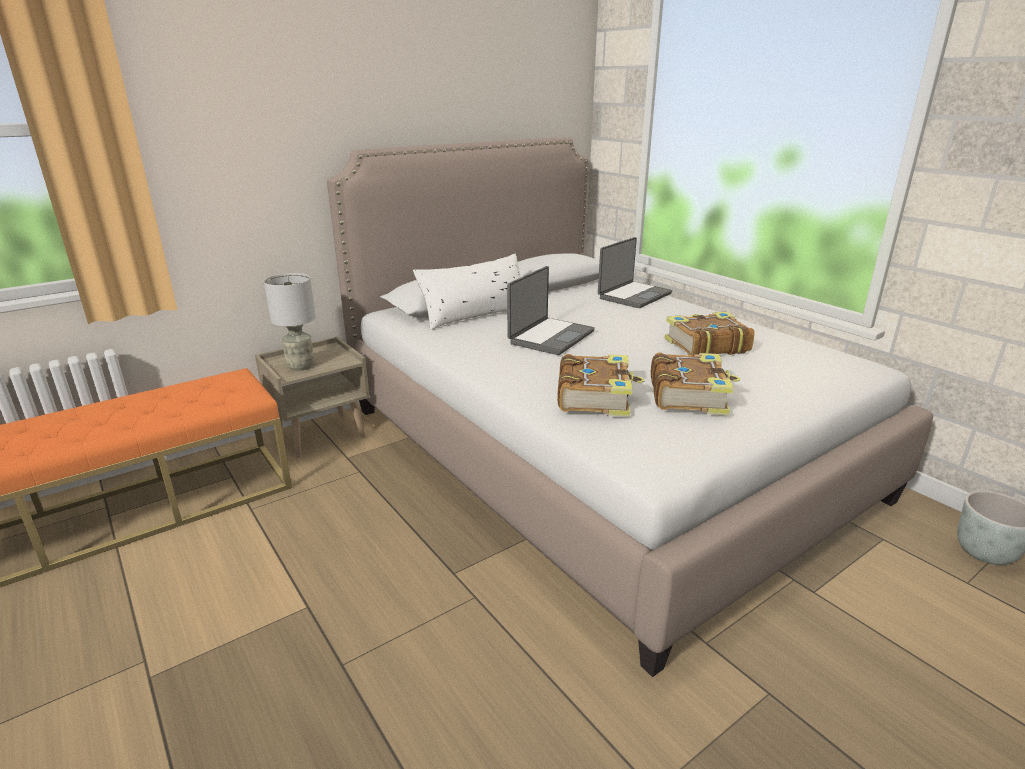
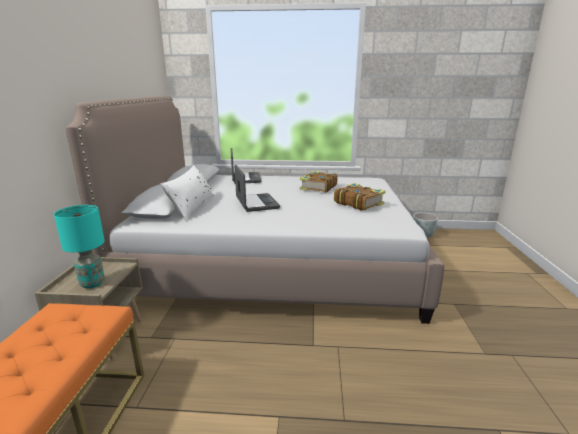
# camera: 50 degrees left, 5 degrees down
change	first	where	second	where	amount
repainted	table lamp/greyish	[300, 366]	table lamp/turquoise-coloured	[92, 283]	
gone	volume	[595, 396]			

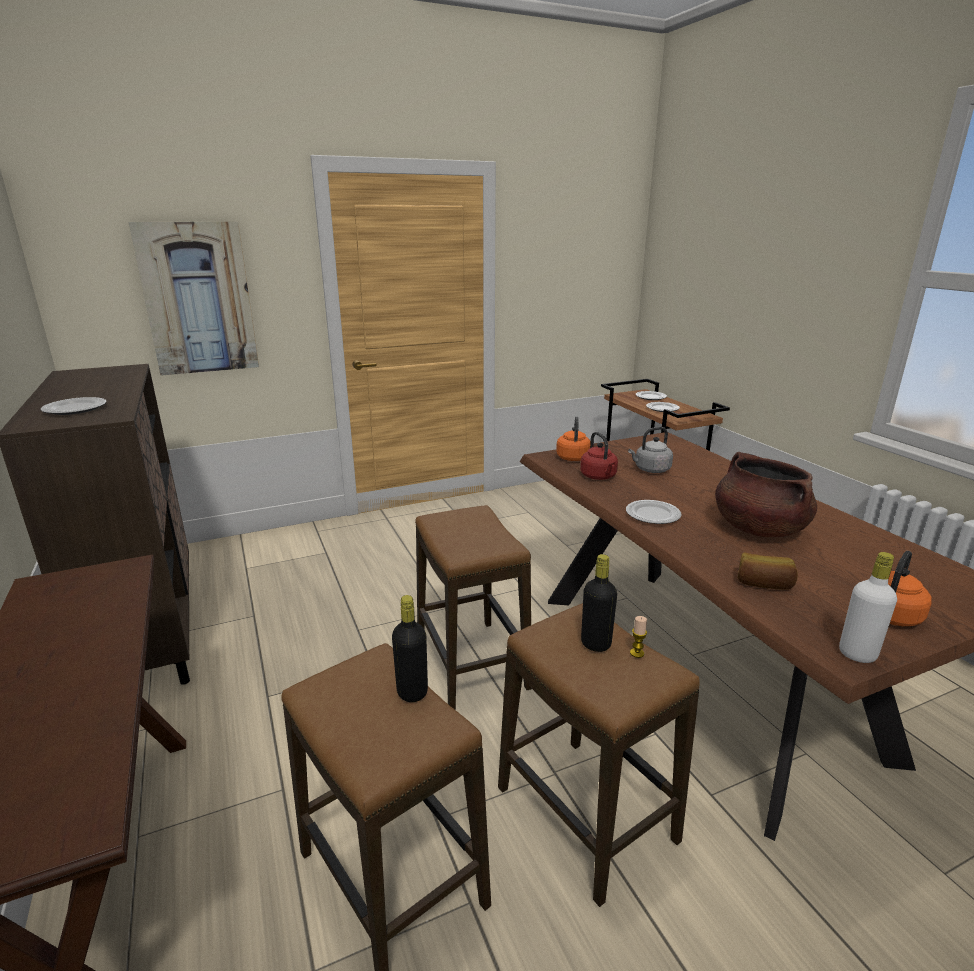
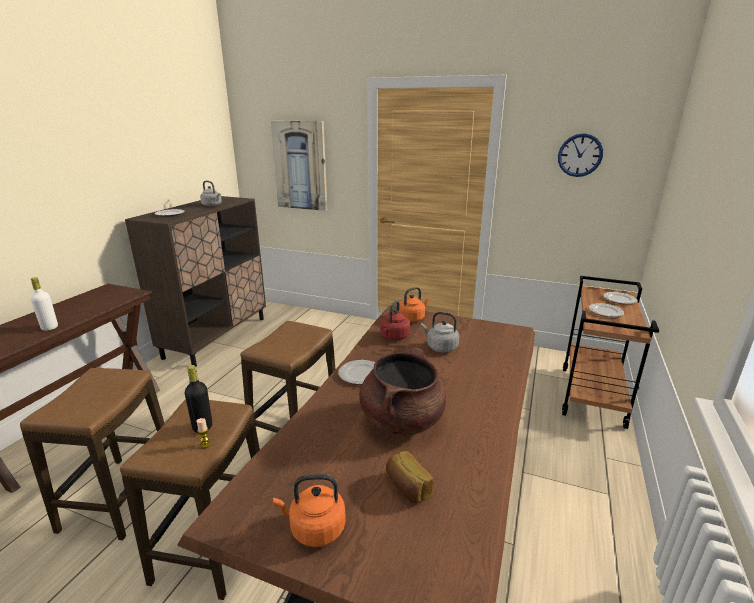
# camera: 45 degrees right, 0 degrees up
change	first	where	second	where	amount
gone	beverage bottle/black-coloured	[412, 692]			
shifted	bakery bread	[764, 584]		[407, 487]	
shifted	beverage bottle/whitish	[857, 654]		[49, 327]	
new			water kettle/greyish	[212, 205]	
new			clock on the wall	[580, 155]	

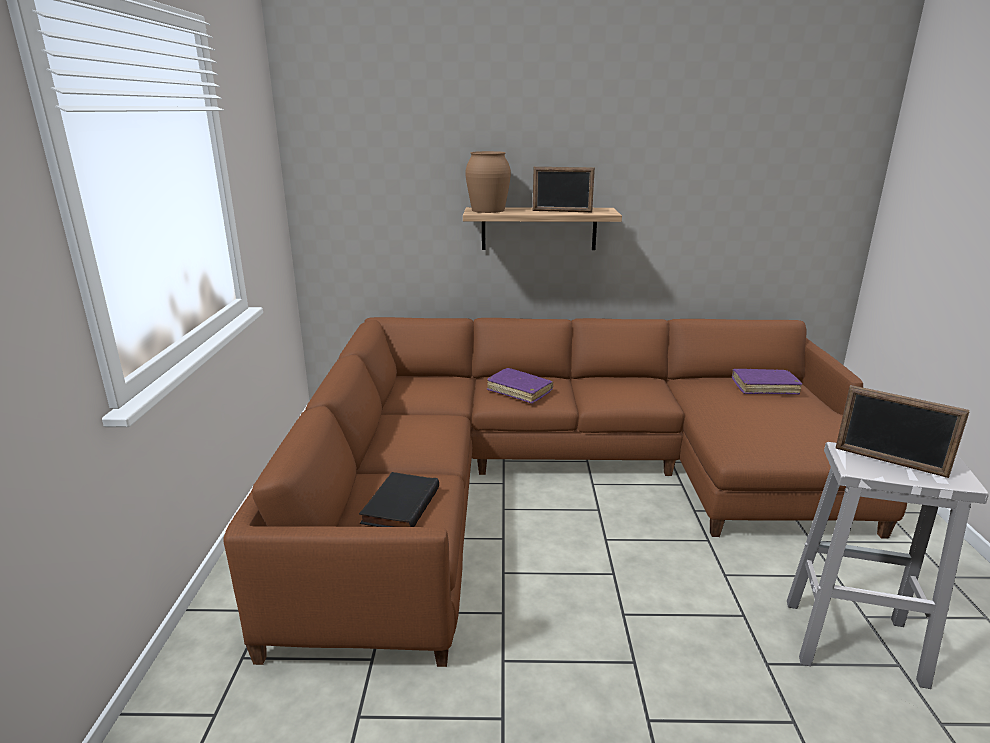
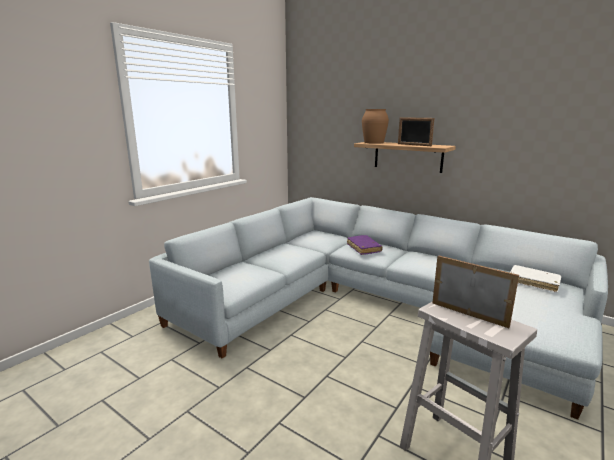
# camera: 35 degrees right, 5 degrees down
change	first	where	second	where	amount
repainted	sofa/brownish	[559, 478]	sofa/greyish	[373, 306]	
gone	volume/black-coloured	[399, 505]			
repainted	volume/purplish	[764, 387]	volume/whitish	[533, 283]	
rotated	standing frame	[889, 462]		[469, 314]	150 degrees clockwise

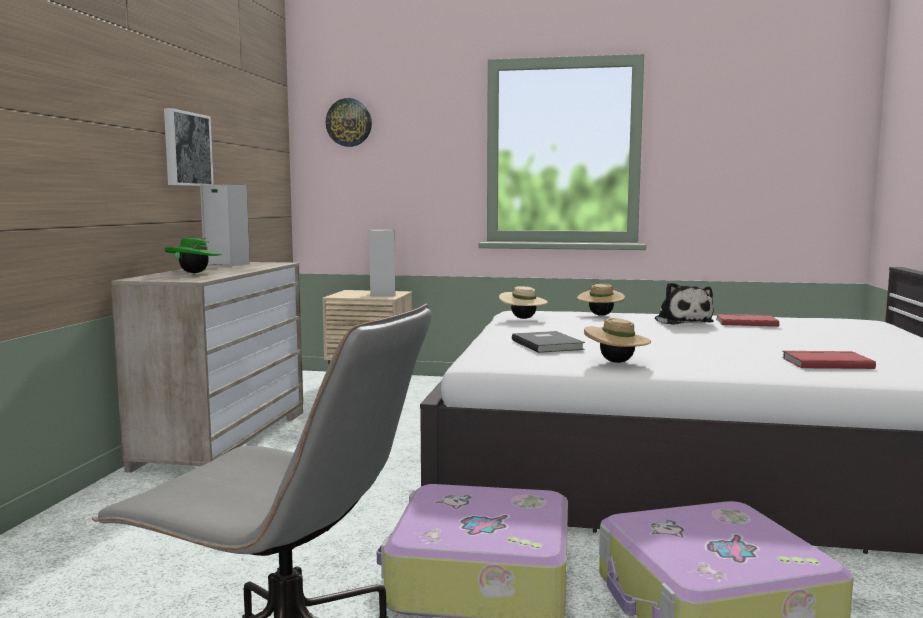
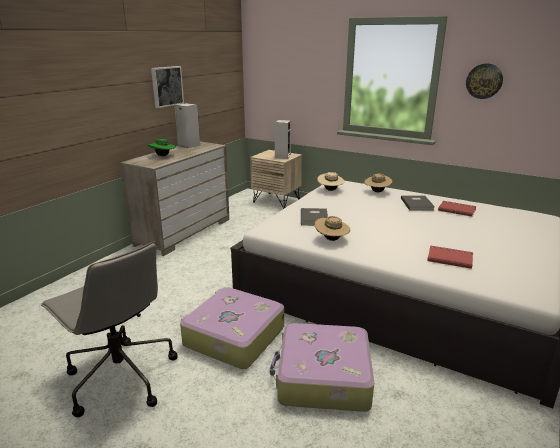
# camera: 20 degrees right, 15 degrees up
change	first	where	second	where	amount
shifted	clock on the wall	[349, 122]		[484, 81]	
swapped	plush toy	[682, 321]	volume/greyish	[417, 204]	

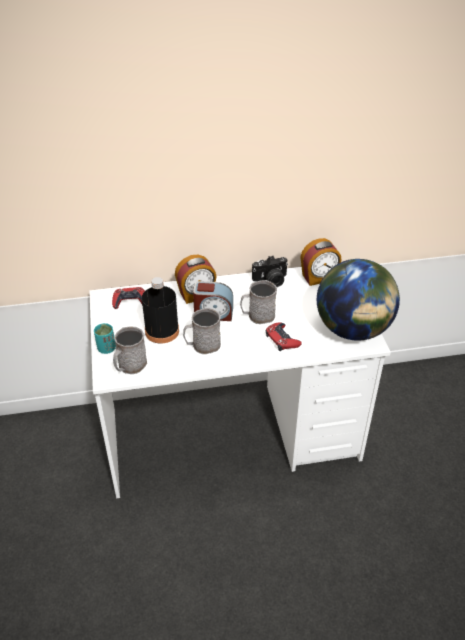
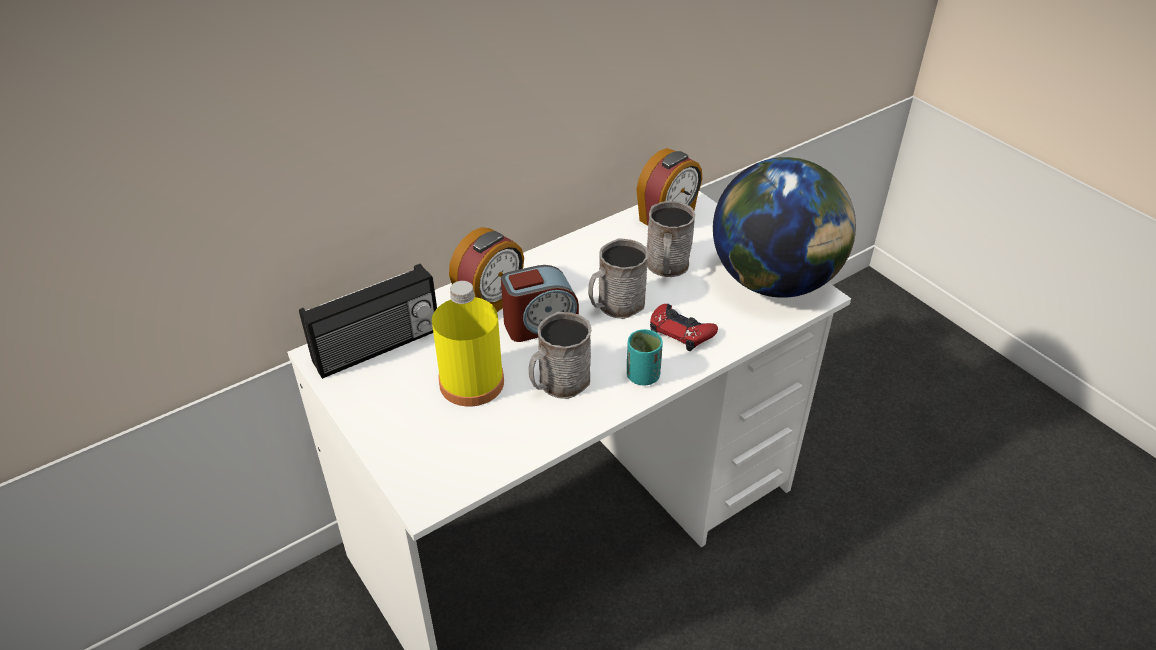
# camera: 25 degrees left, 0 degrees up
change	first	where	second	where	amount
shifted	drinking cup/turquoise-coloured	[106, 348]		[642, 376]	
swapped	game controller/red-coloured	[130, 301]	radio receiver	[378, 348]	
shifted	coffee mug/greyish	[129, 366]		[667, 267]	
repainted	beverage bottle/black-coloured	[162, 331]	beverage bottle/yellowish	[471, 382]	
gone	still camera	[271, 280]			

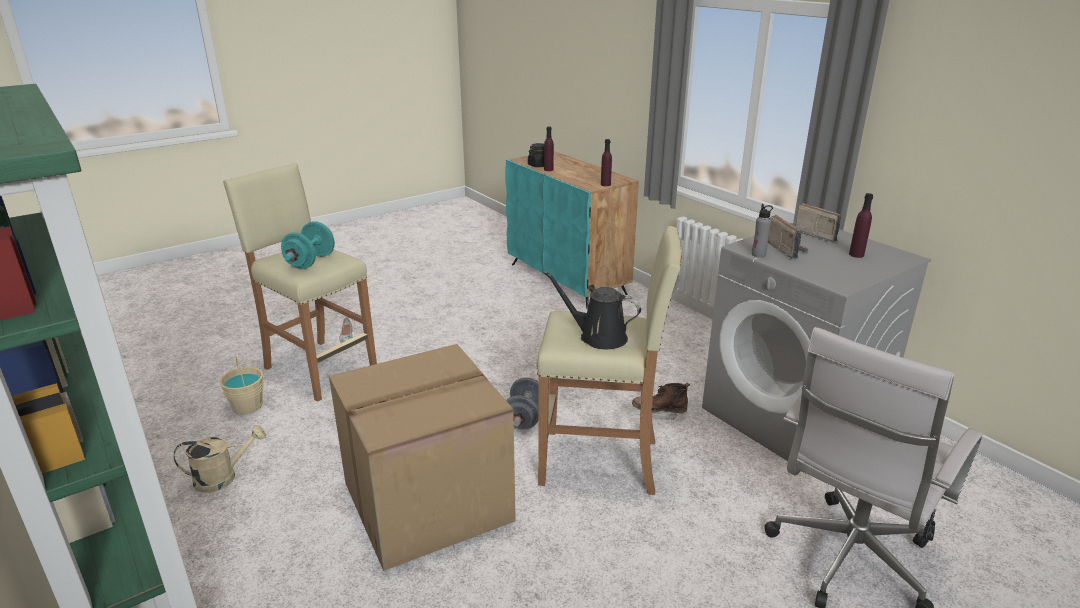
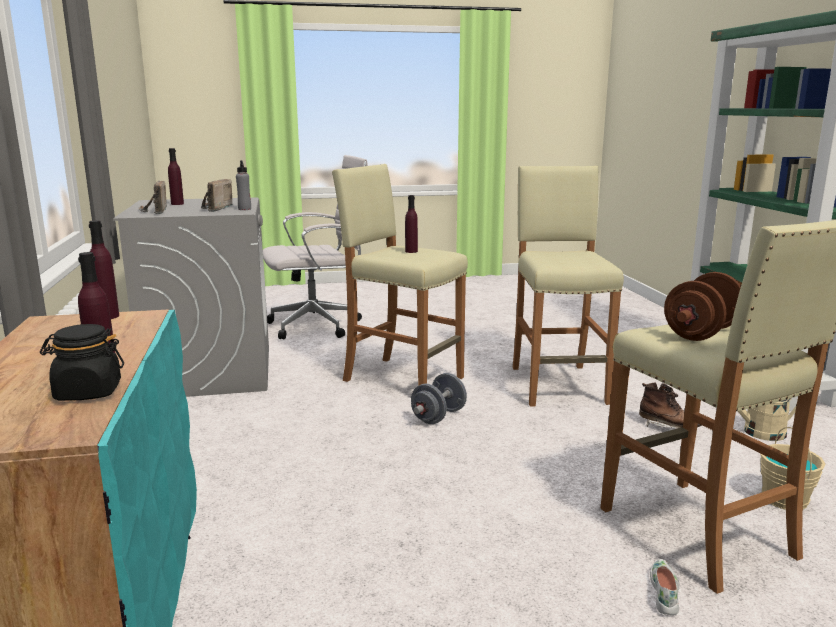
# camera: 155 degrees left, 10 degrees down
change	first	where	second	where	amount
repainted	hand weight/turquoise-coloured	[310, 262]	hand weight/brownish	[701, 333]	
swapped	packing box	[426, 503]	sitting stool/beige-coloured	[558, 384]	
swapped	watering can/black-coloured	[598, 337]	beverage bottle/purplish	[411, 251]	
shifted	boot/brownish	[659, 413]		[669, 426]	

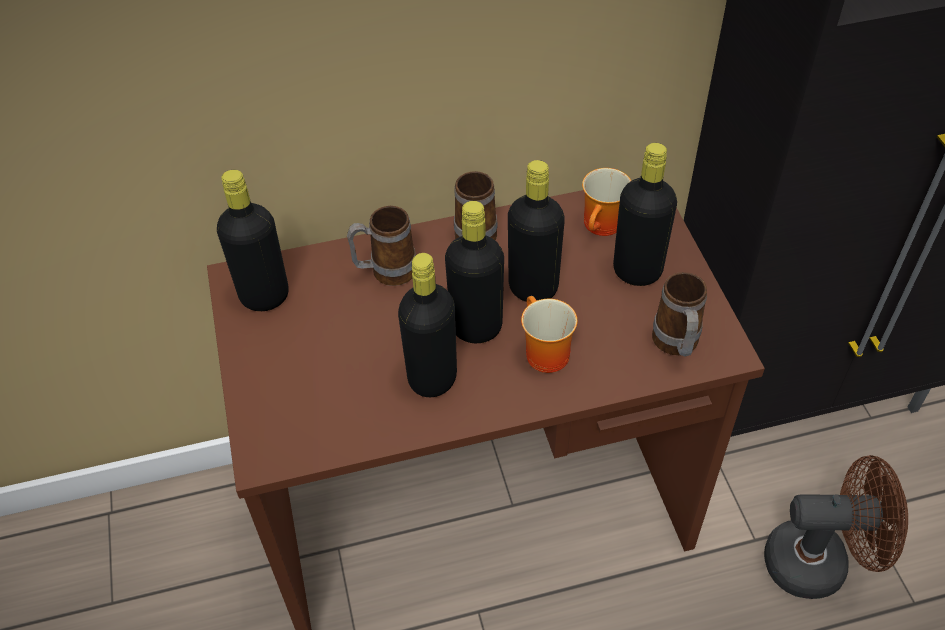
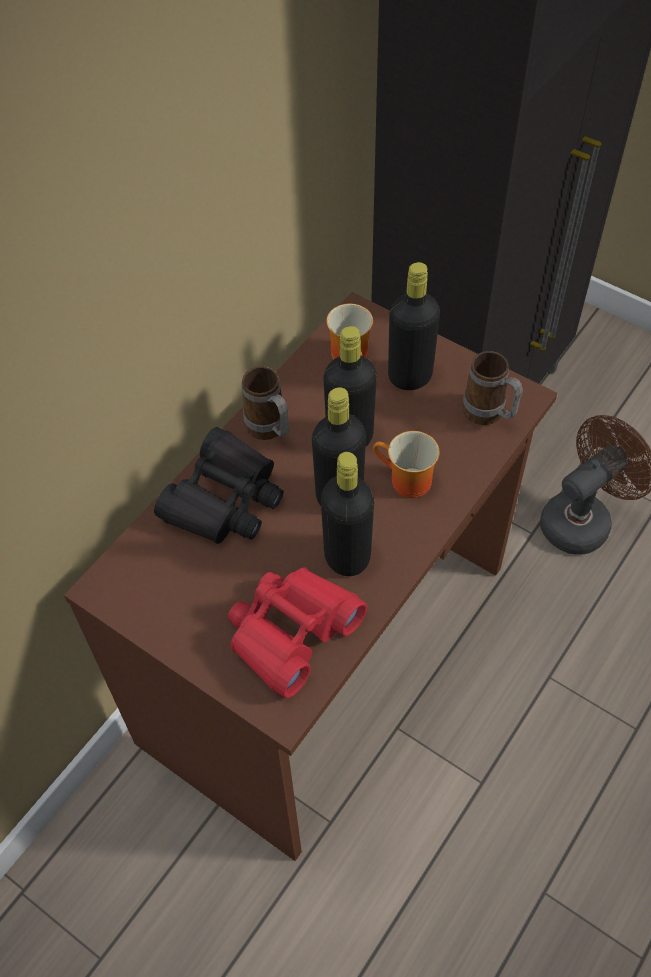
# camera: 40 degrees left, 5 degrees up
change	first	where	second	where	amount
gone	beverage bottle/black-coloured	[264, 296]			
swapped	coffee mug	[385, 272]	field glasses/black-coloured	[225, 500]	
new			field glasses/red-coloured	[292, 632]	

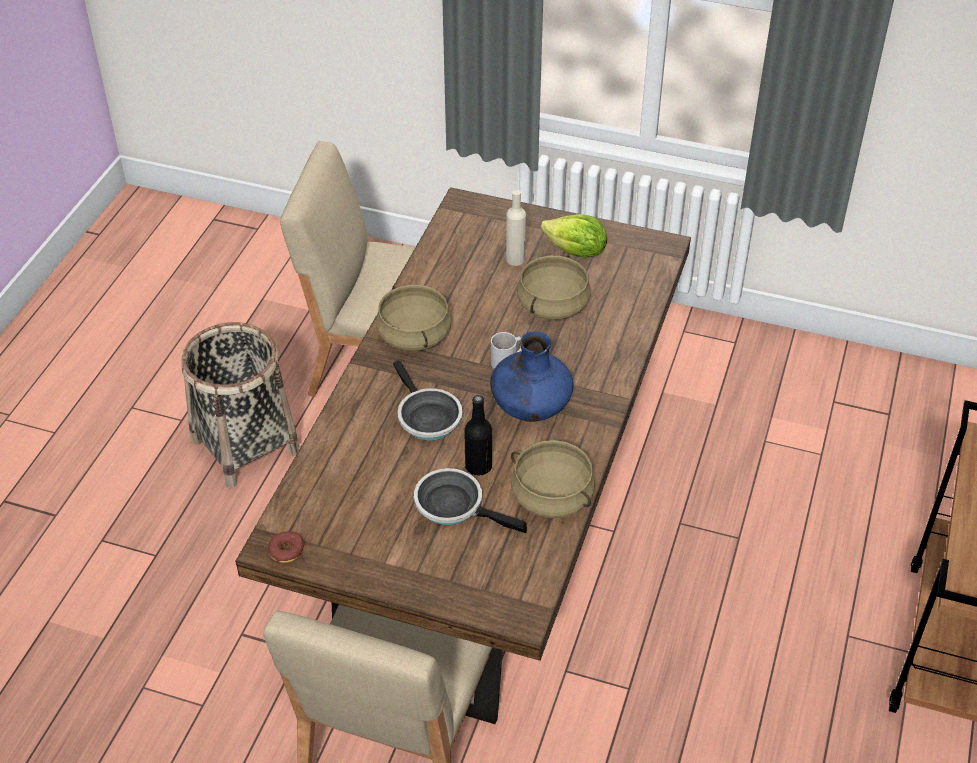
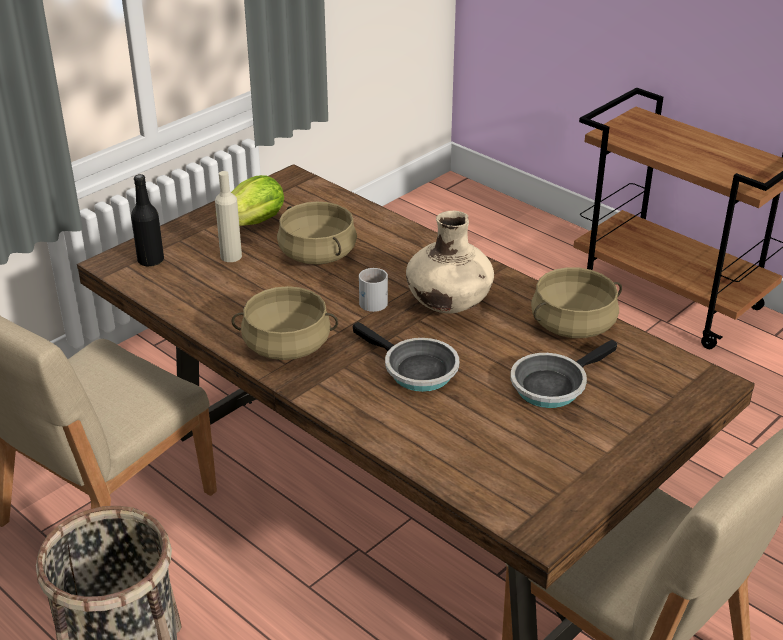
# camera: 65 degrees left, 10 degrees down
change	first	where	second	where	amount
gone	doughnut	[286, 551]			
rotated	frying pan	[426, 417]		[415, 370]	45 degrees clockwise
shifted	beverage bottle/black-coloured	[478, 466]		[151, 260]	
repainted	decorative vase/blue-coloured	[530, 408]	decorative vase/beige-coloured	[448, 305]	

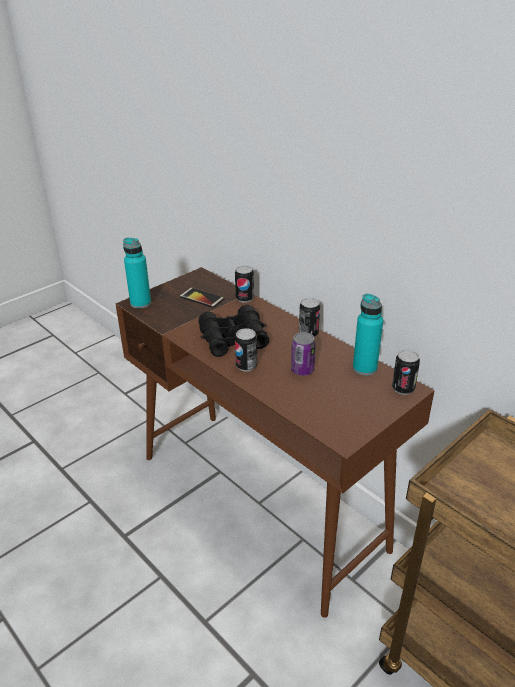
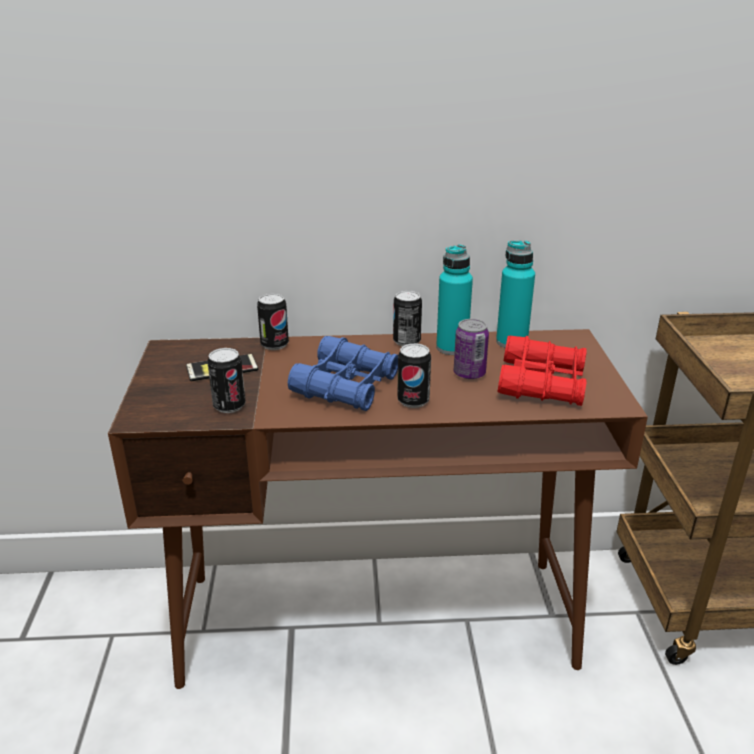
# camera: 50 degrees left, 5 degrees down
change	first	where	second	where	amount
shifted	beverage bottle/turquoise-coloured	[140, 303]		[452, 348]	
repainted	field glasses/black-coloured	[233, 339]	field glasses/blue-coloured	[346, 385]	
shifted	can	[403, 388]		[229, 406]	
new			field glasses/red-coloured	[542, 383]	

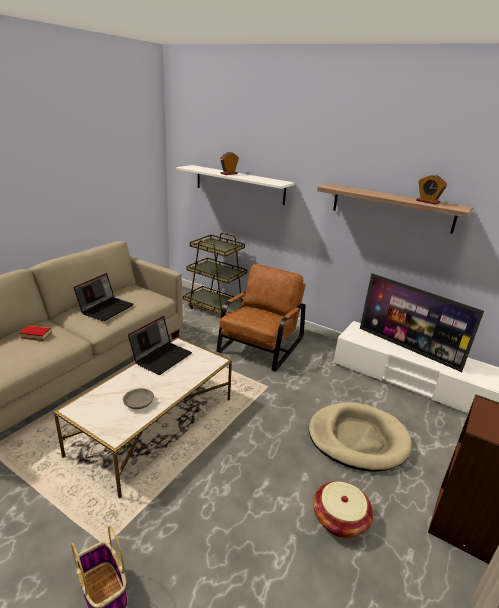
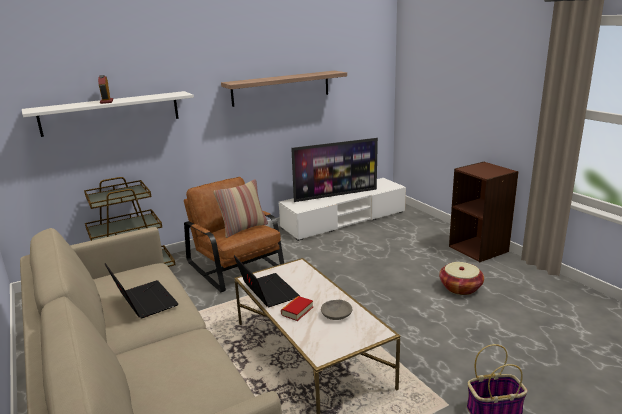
# camera: 60 degrees left, 5 degrees down
change	first	where	second	where	amount
shifted	volume	[36, 335]		[297, 311]	
gone	pet bed/beige-coloured	[357, 439]			
gone	table clock	[428, 202]			
new			throw pillow	[243, 228]	

